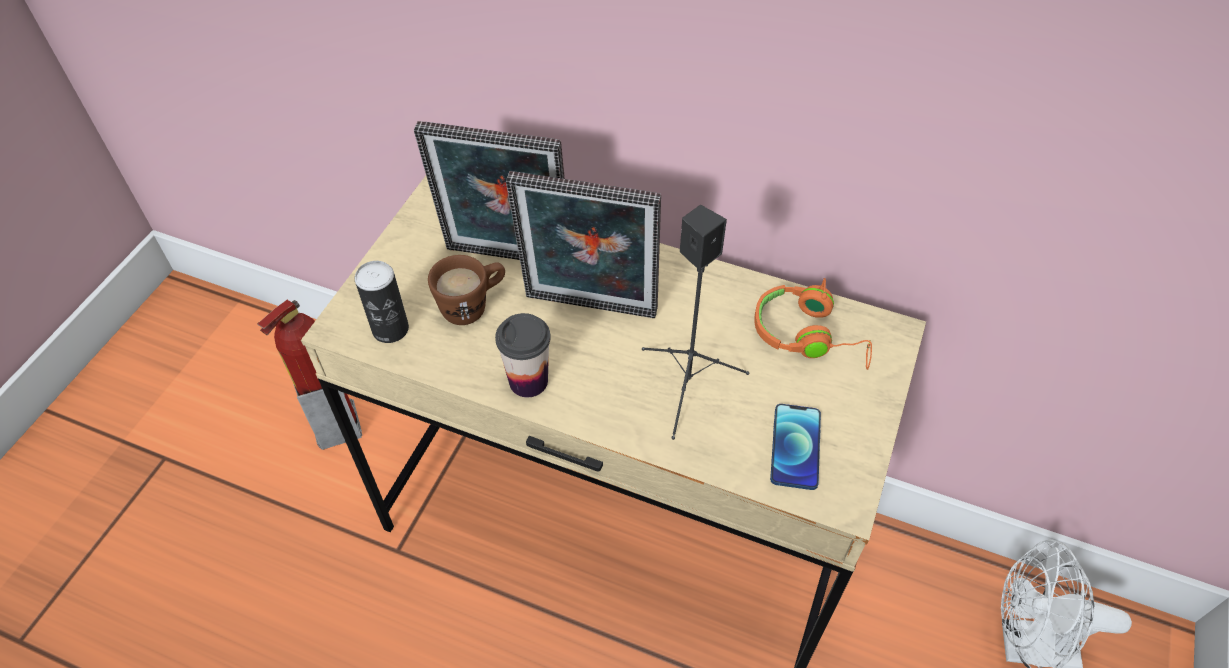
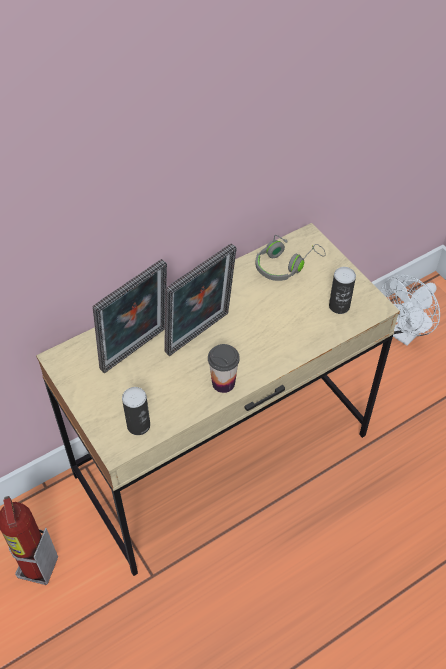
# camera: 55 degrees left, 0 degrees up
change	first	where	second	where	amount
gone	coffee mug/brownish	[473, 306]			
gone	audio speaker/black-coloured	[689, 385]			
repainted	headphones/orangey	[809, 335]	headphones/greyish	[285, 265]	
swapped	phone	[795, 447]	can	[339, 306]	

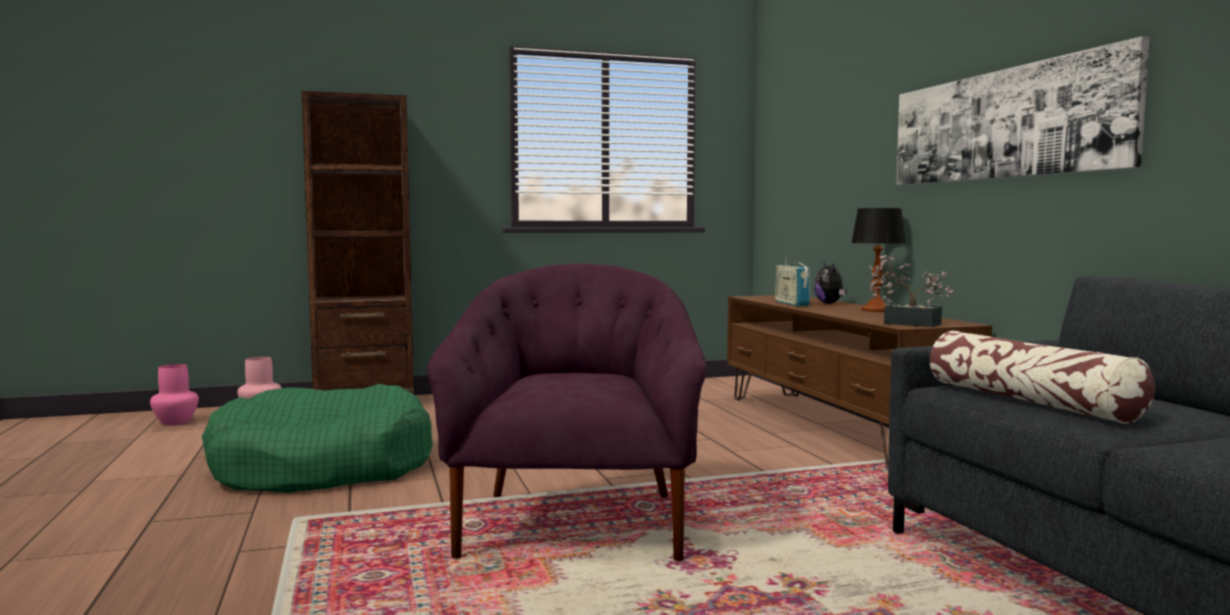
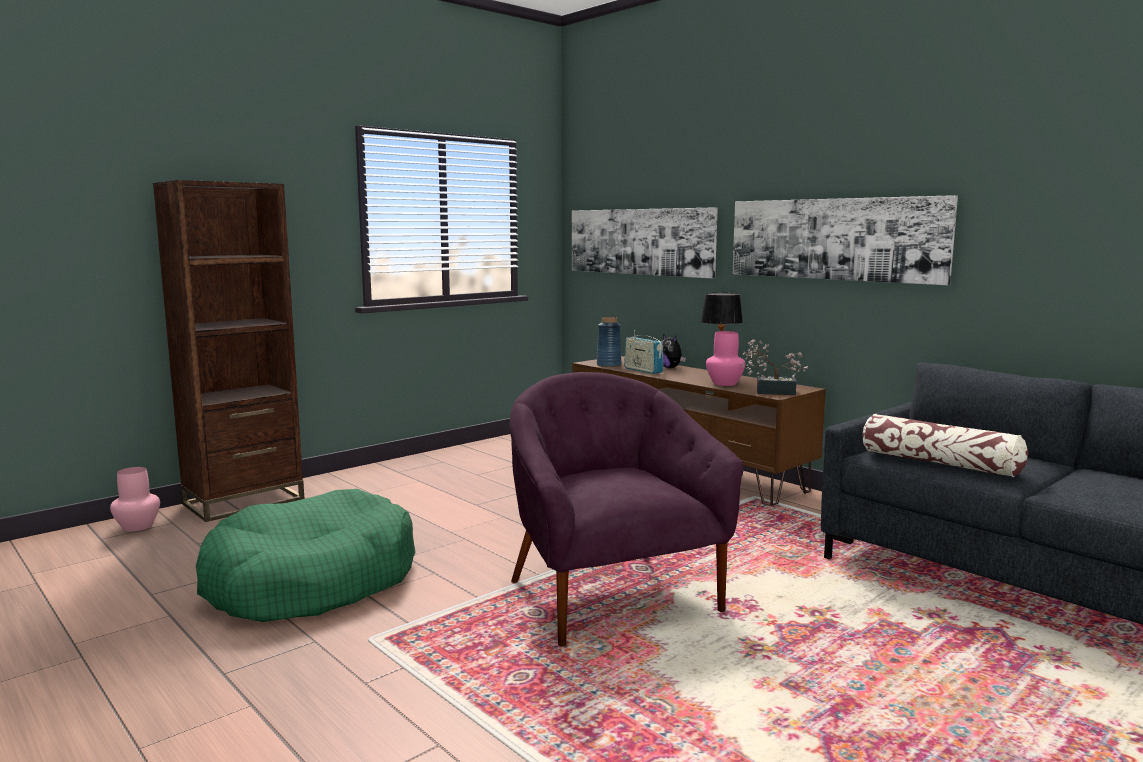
# camera: 25 degrees left, 5 degrees up
change	first	where	second	where	amount
shifted	decorative vase/pink	[176, 422]		[725, 383]	
new			picture	[639, 241]	
new			decorative vase/blue-coloured	[608, 365]	

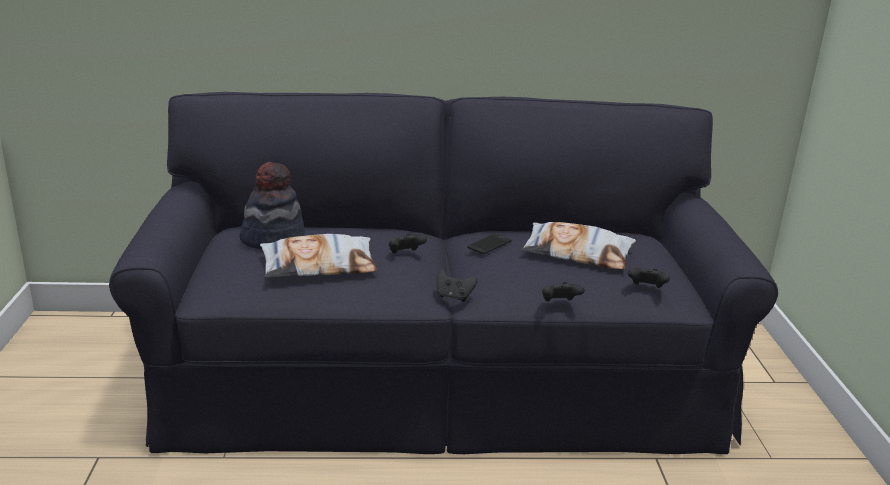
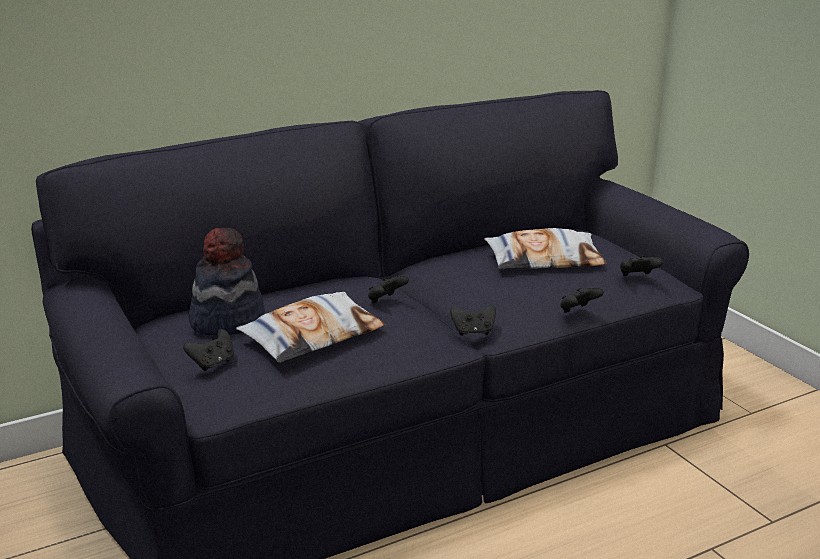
# camera: 25 degrees left, 0 degrees up
change	first	where	second	where	amount
gone	phone	[489, 244]			
new			game controller/black-coloured	[213, 363]	

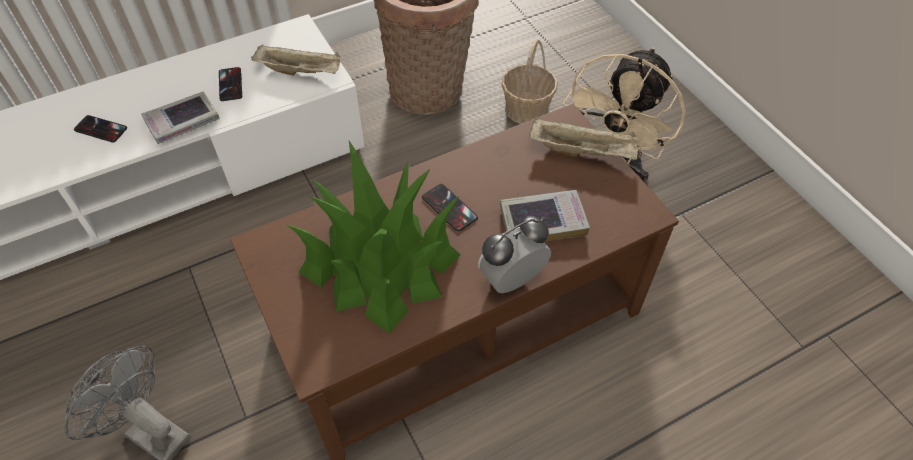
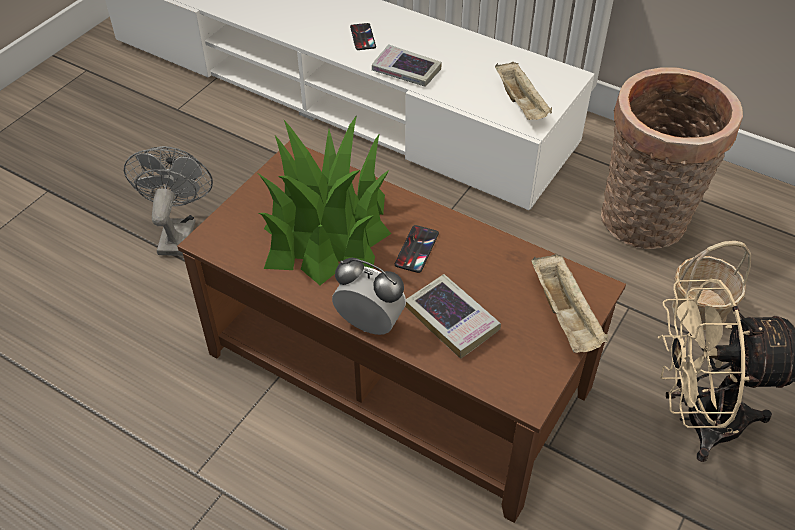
# camera: 60 degrees right, 5 degrees down
change	first	where	second	where	amount
gone	phone	[230, 84]			

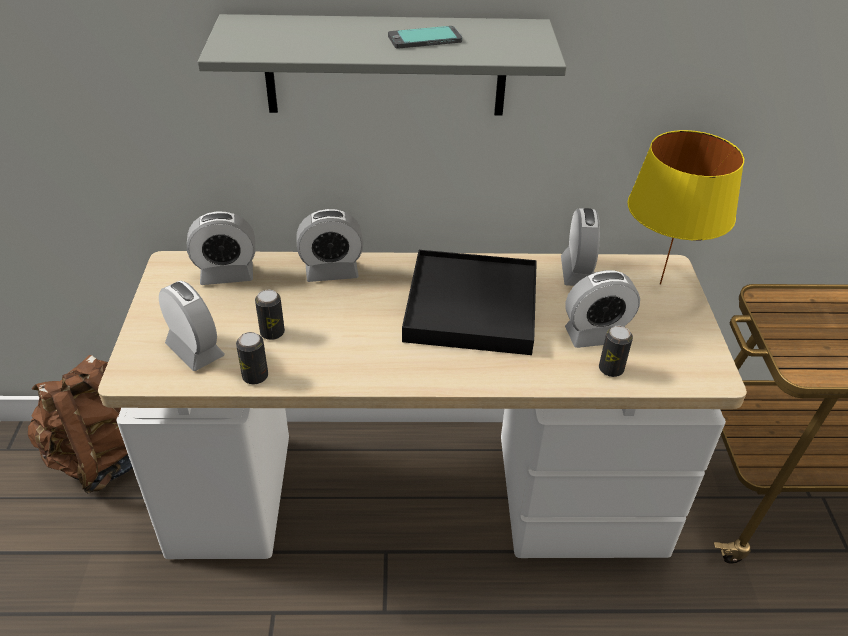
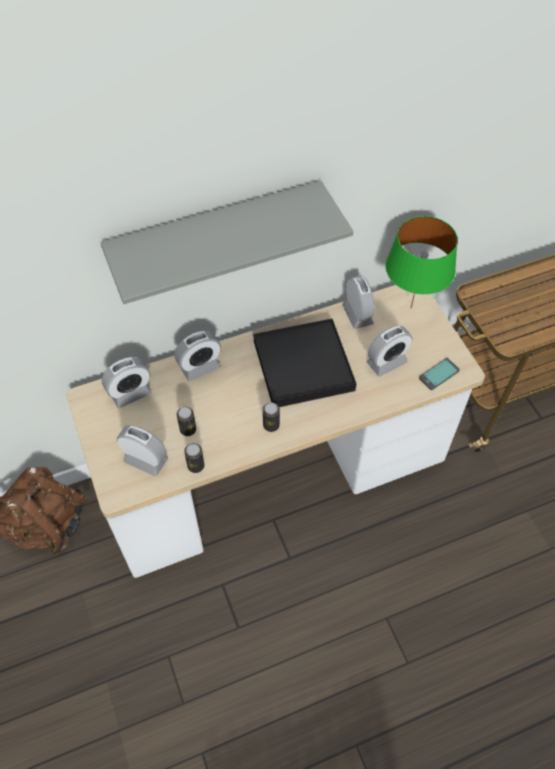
# camera: 20 degrees left, 15 degrees up
change	first	where	second	where	amount
shifted	phone	[425, 39]		[439, 374]	
shifted	can	[611, 369]		[271, 425]	
repainted	table lamp/yellowish	[660, 283]	table lamp/greenish	[410, 307]	

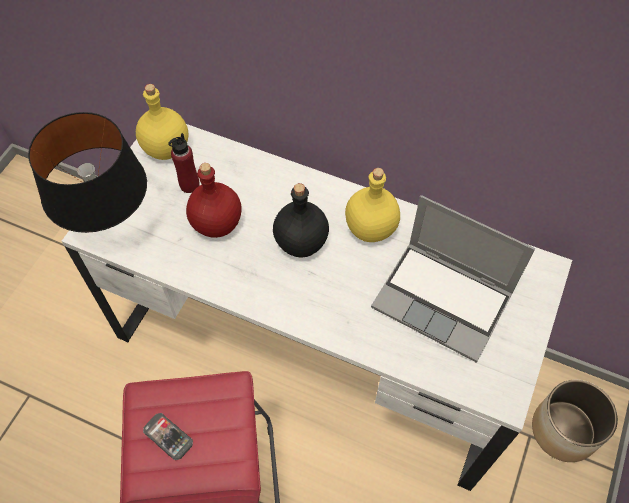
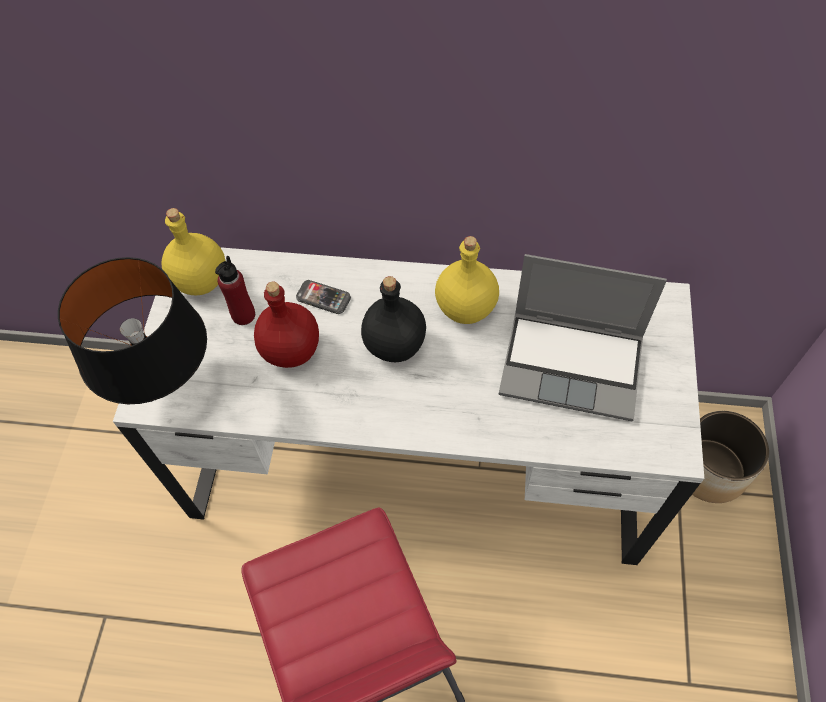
# camera: 15 degrees left, 0 degrees up
change	first	where	second	where	amount
shifted	phone	[168, 436]		[323, 298]	

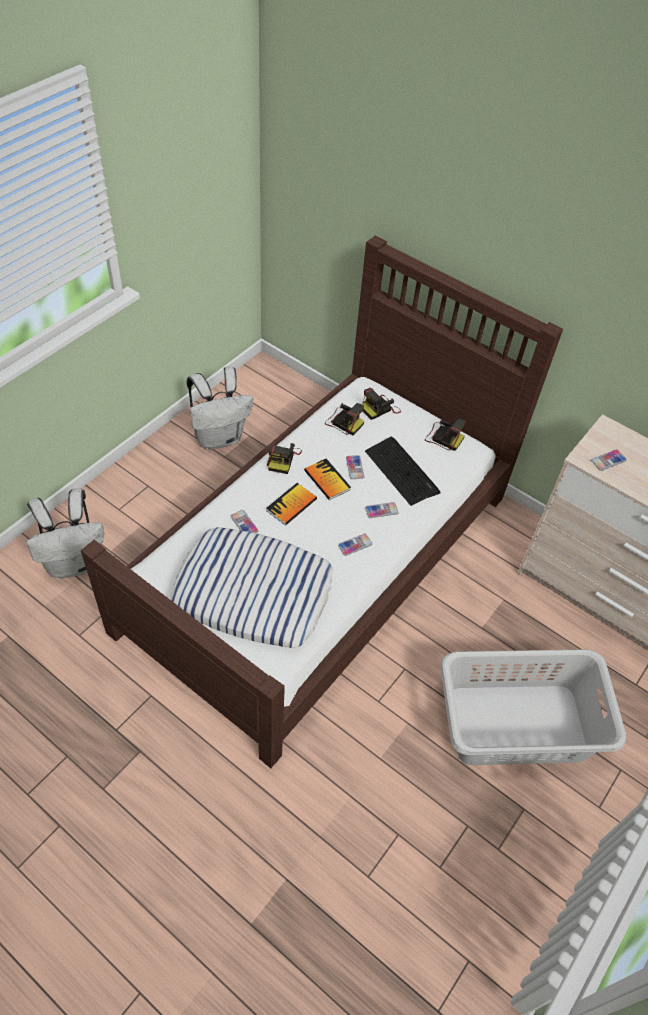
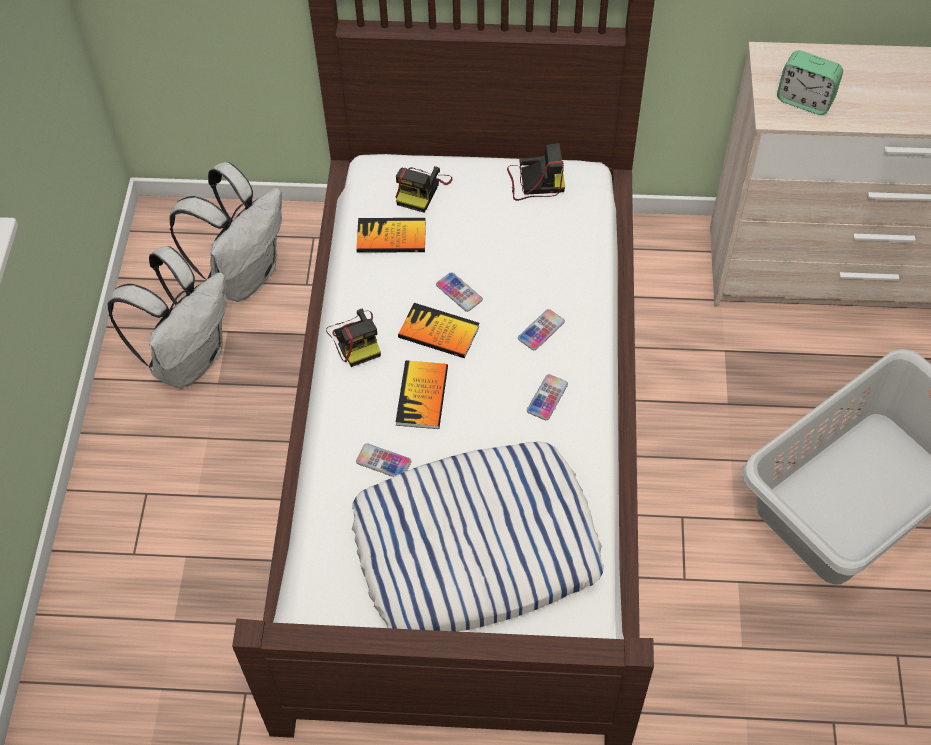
# camera: 30 degrees left, 5 degrees up
change	first	where	second	where	amount
shifted	rucksack/whitish	[75, 562]		[243, 275]	
swapped	still camera	[343, 422]	volume	[391, 237]	
gone	PC keyboard	[402, 471]			
swapped	phone	[608, 460]	table clock	[804, 100]	

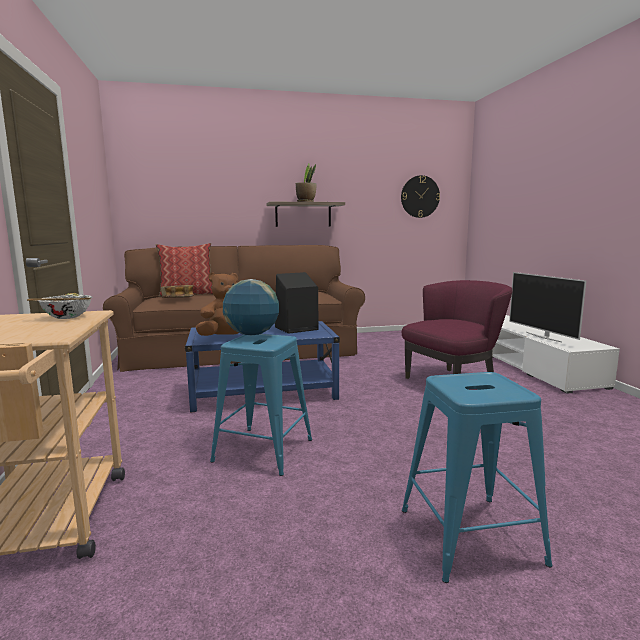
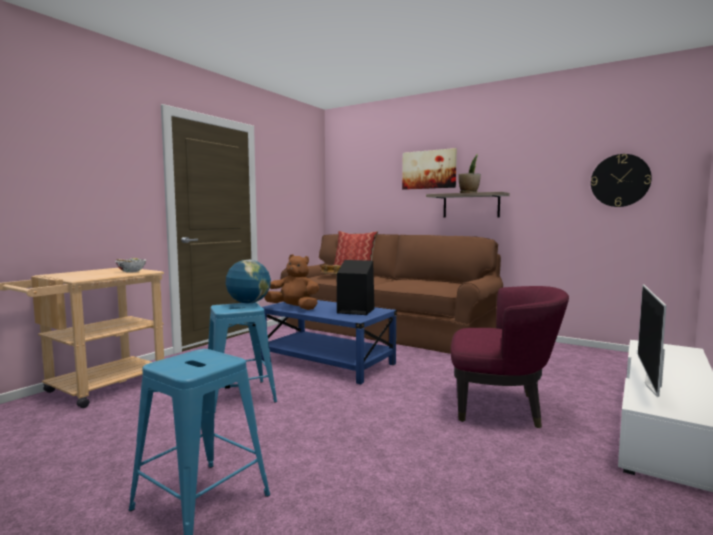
# camera: 45 degrees right, 5 degrees down
change	first	where	second	where	amount
new			picture	[429, 169]	

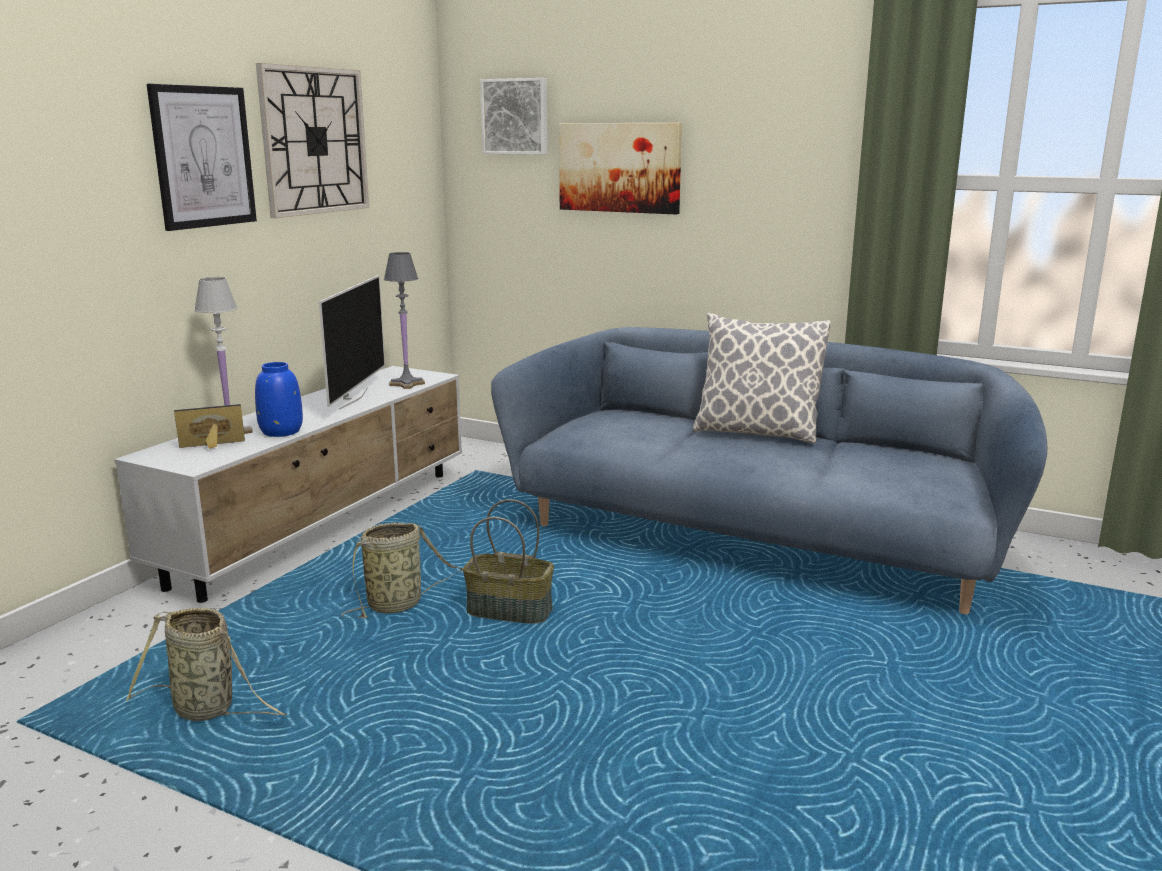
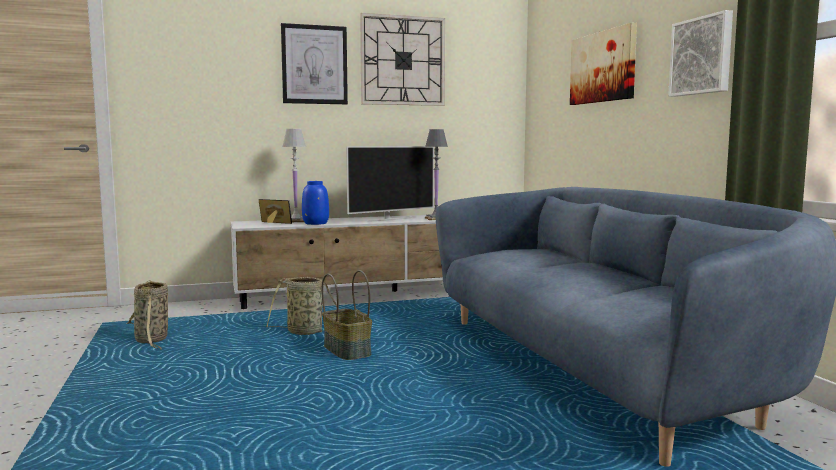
# camera: 45 degrees right, 10 degrees down
change	first	where	second	where	amount
shifted	picture	[516, 116]		[702, 56]	
gone	throw pillow	[756, 433]			

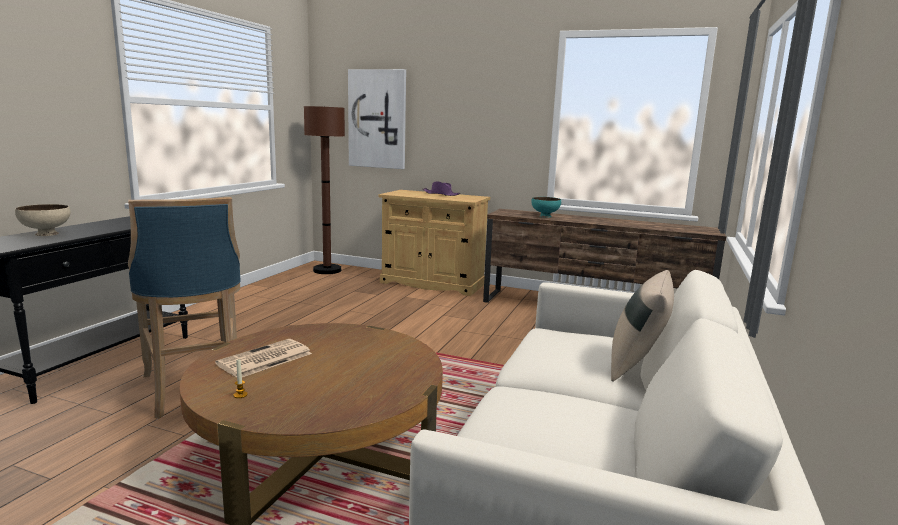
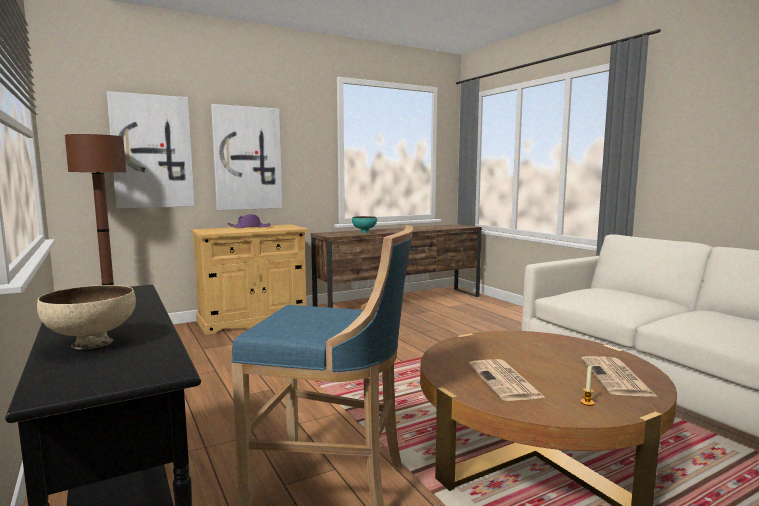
# camera: 50 degrees left, 5 degrees down
change	first	where	second	where	amount
gone	throw pillow/beige-coloured	[637, 366]			
new			picture	[247, 158]	
new			printed paper	[617, 378]	

